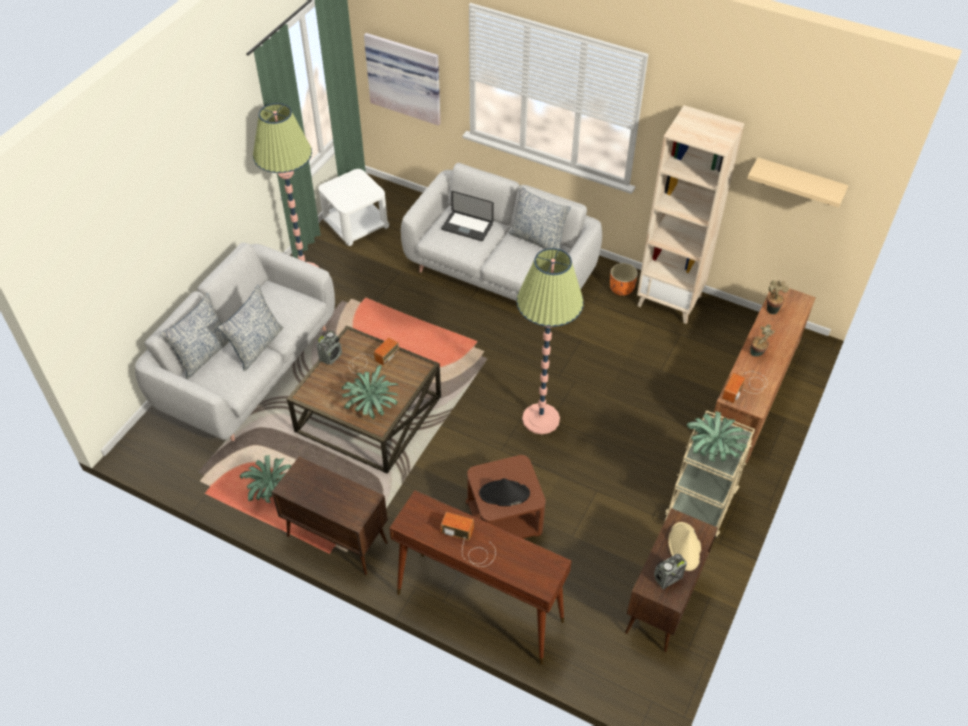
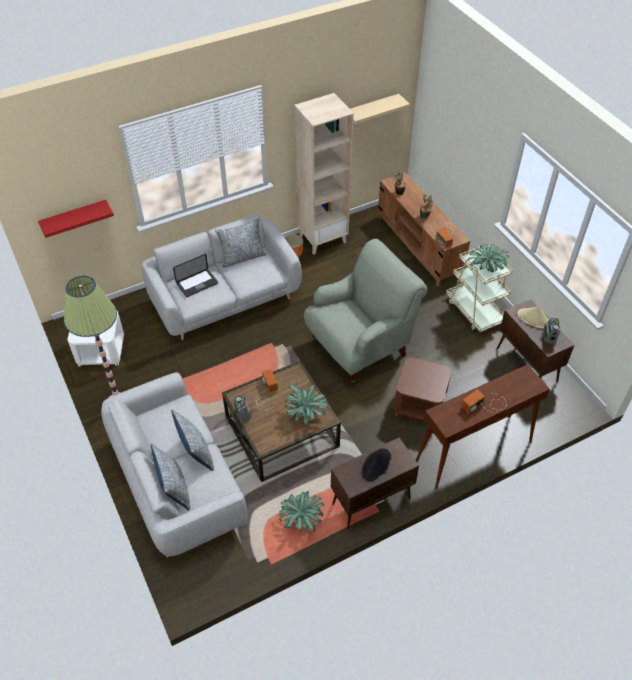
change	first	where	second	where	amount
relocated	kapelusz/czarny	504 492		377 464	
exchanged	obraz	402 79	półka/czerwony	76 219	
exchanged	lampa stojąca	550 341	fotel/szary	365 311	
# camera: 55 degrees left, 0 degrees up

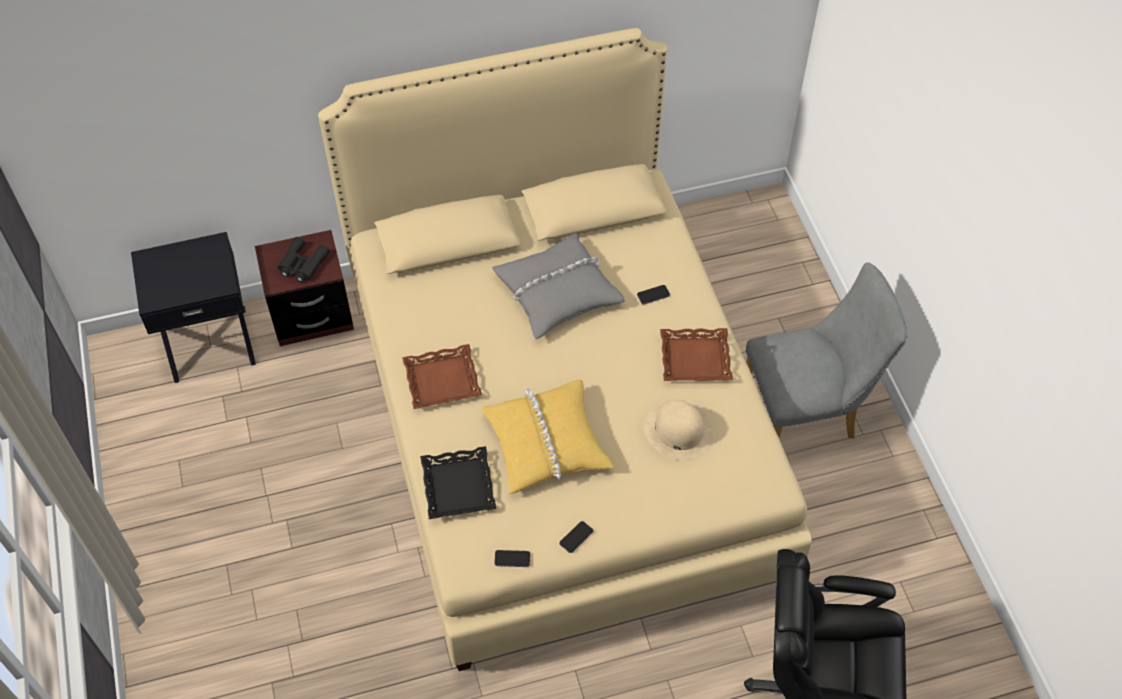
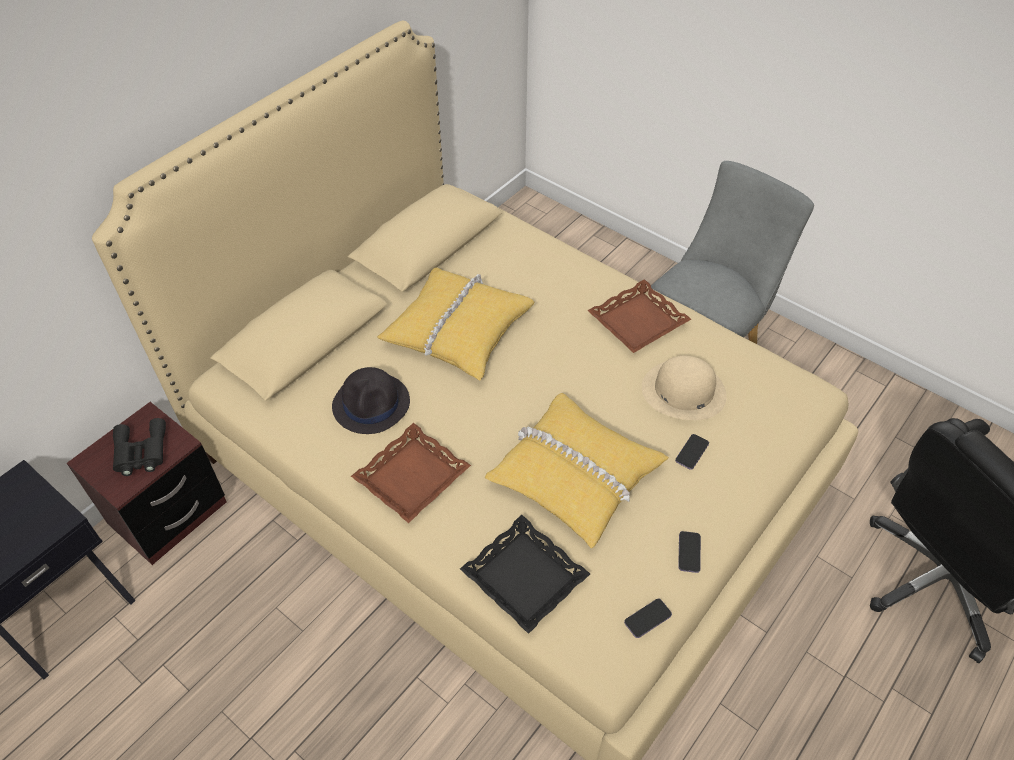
change	first	where	second	where	amount
appeared			kapelusz/czarny	371 400	
relocated	telefon	653 295		692 452	
colour	poduszka/szary	558 286	poduszka/żółty	456 324	
# camera: 35 degrees left, 5 degrees down

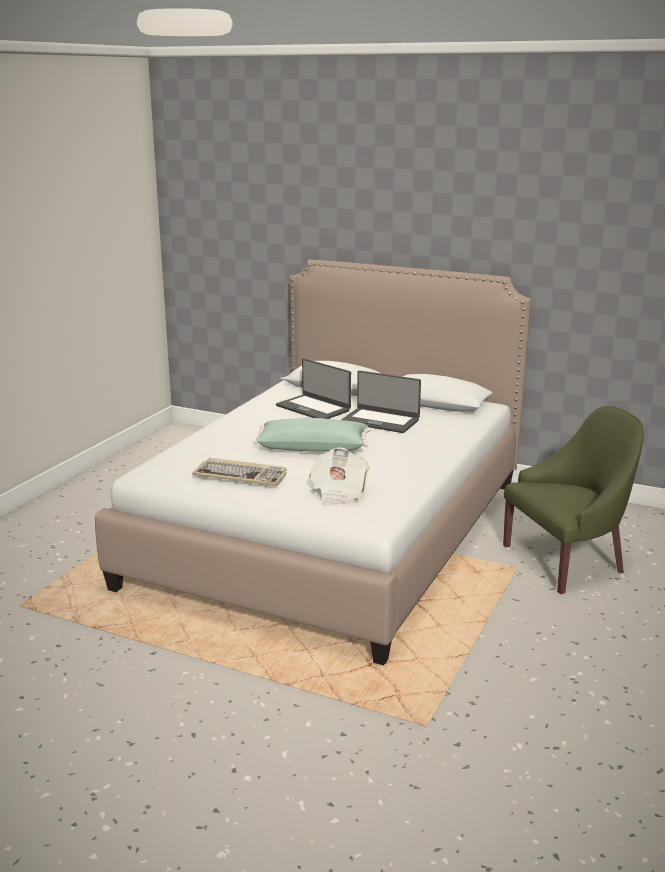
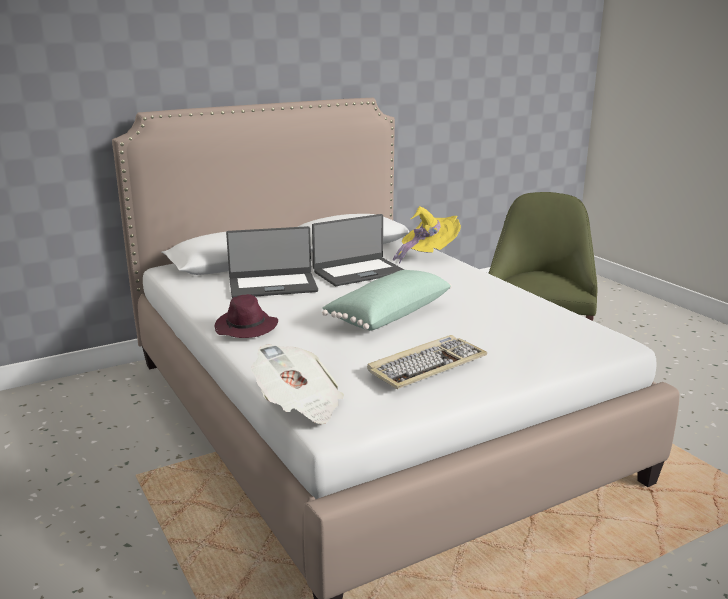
change	first	where	second	where	amount
appeared			kapelusz/fioletowy	246 316	
appeared			kapelusz/żółty	427 234	
relocated	gazeta	339 476		297 384	
# camera: 55 degrees left, 0 degrees up

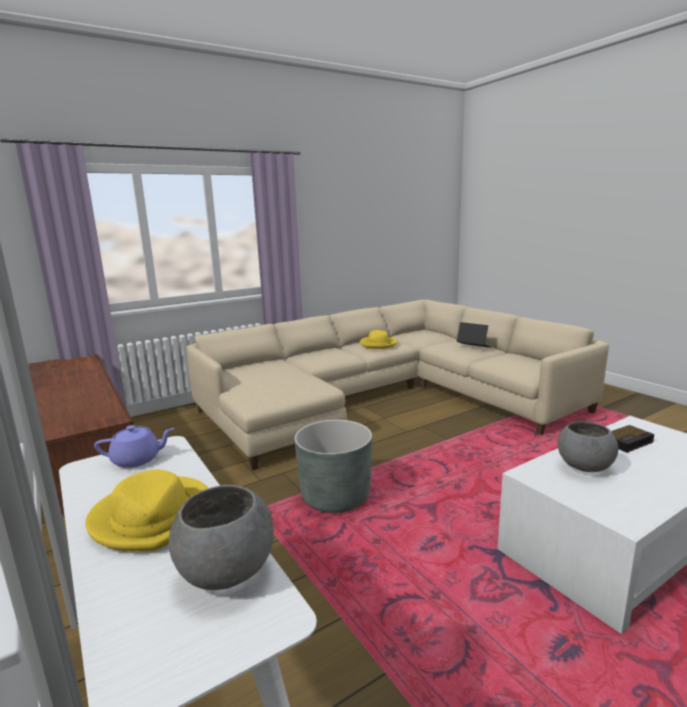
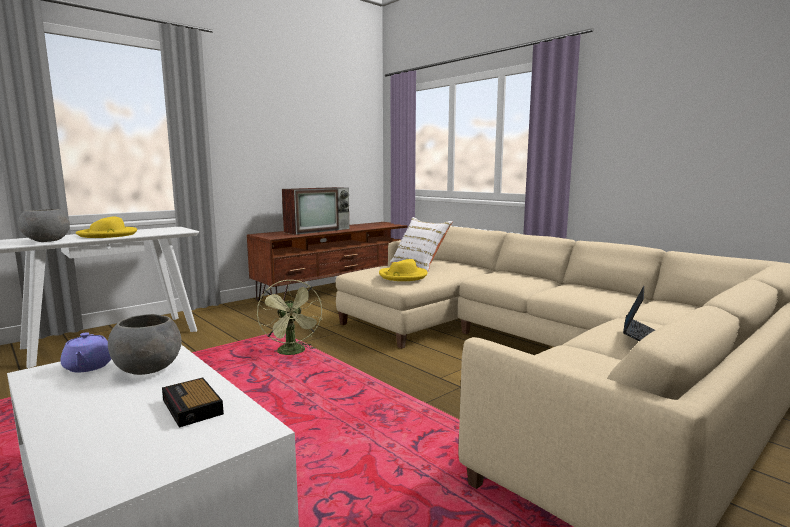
change	first	where	second	where	amount
appeared			telewizor	316 211	
appeared			poduszka/biały	421 244	
relocated	imbryk/fioletowy	134 446		85 352	
relocated	kapelusz/żółty	379 339		403 270	
exchanged	donica/szary	333 466	wentylator/zielony	289 317	
# camera: 80 degrees right, 5 degrees down

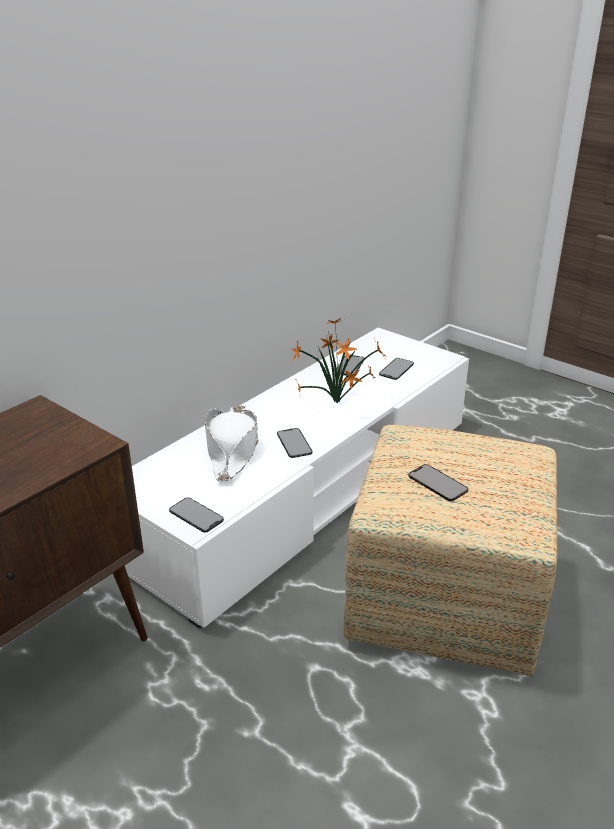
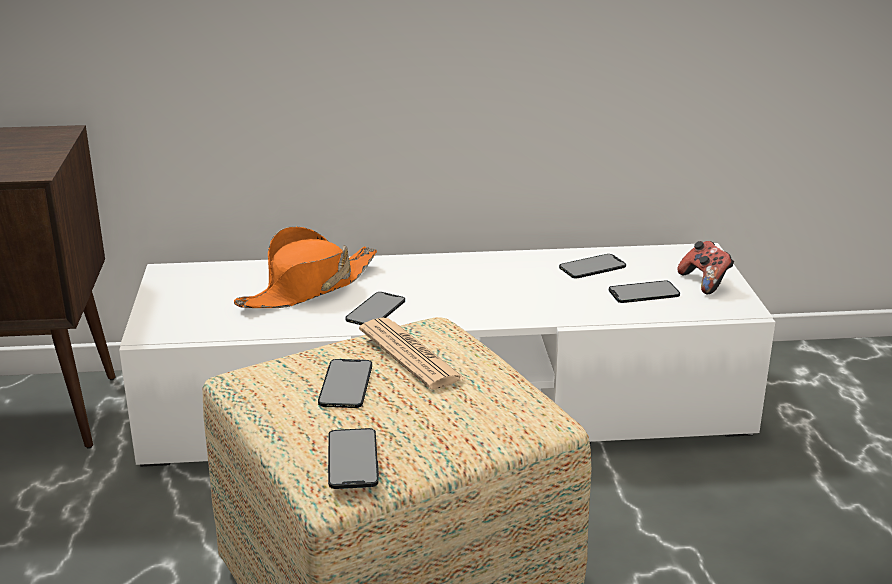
change	first	where	second	where	amount
missing	roślina doniczkowa	339 360			
appeared			gazeta	412 353	
appeared			pad do gier	705 267	
relocated	telefon	196 515		353 458	
colour	kapelusz/biały	231 443	kapelusz/pomarańczowy	305 267	
# camera: 45 degrees right, 5 degrees down

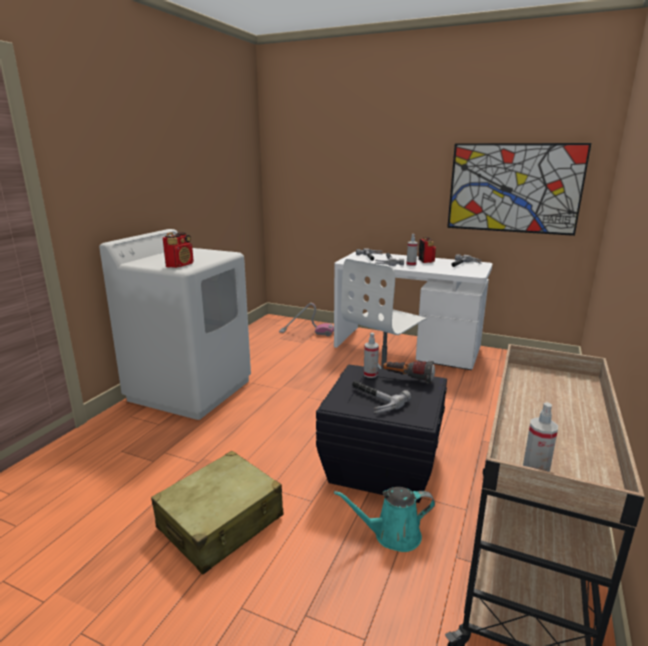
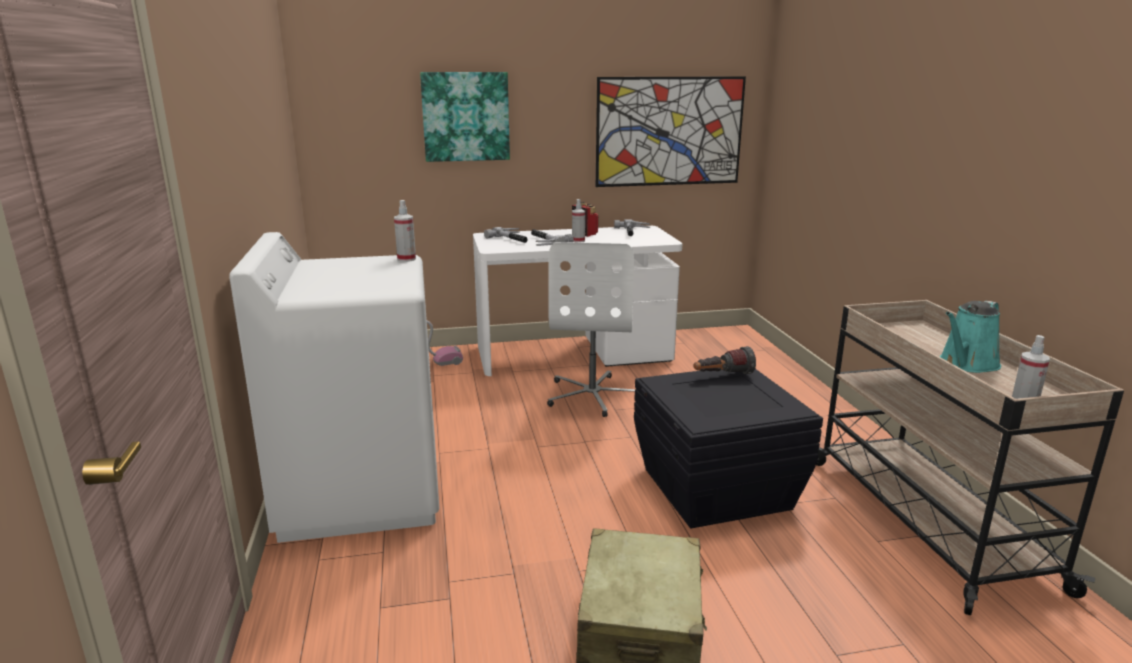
change	first	where	second	where	amount
missing	radio	178 250			
missing	młotek	381 397			
appeared			obraz	465 117	
relocated	konewka/turkusowy	384 519		970 337	
relocated	spryskiwacz	371 355		405 231	
# camera: 35 degrees left, 0 degrees up

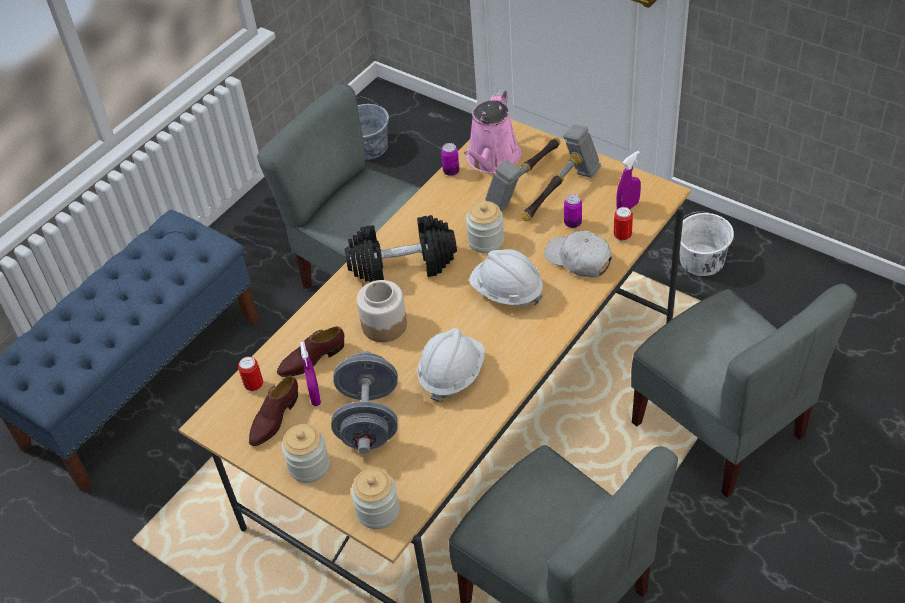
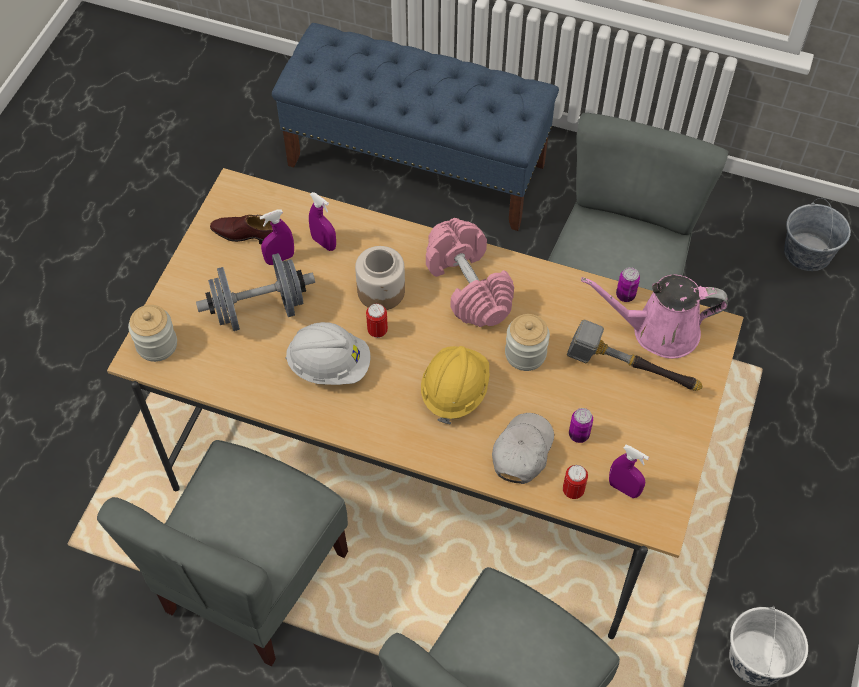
change	first	where	second	where	amount
missing	słoik	305 453			
missing	młotek	561 172			
relocated	puszka	250 374		377 320	
exchanged	but/brązowy	310 351	spryskiwacz/fioletowy	322 221	
colour	hantel/czarny	401 248	hantel/różowy	470 272	
colour	kask/biały	506 277	kask/żółty	455 385	
# camera: 70 degrees right, 10 degrees up

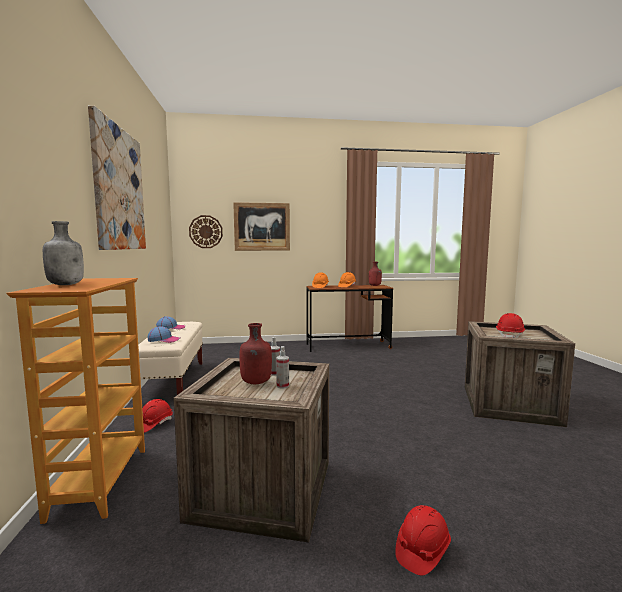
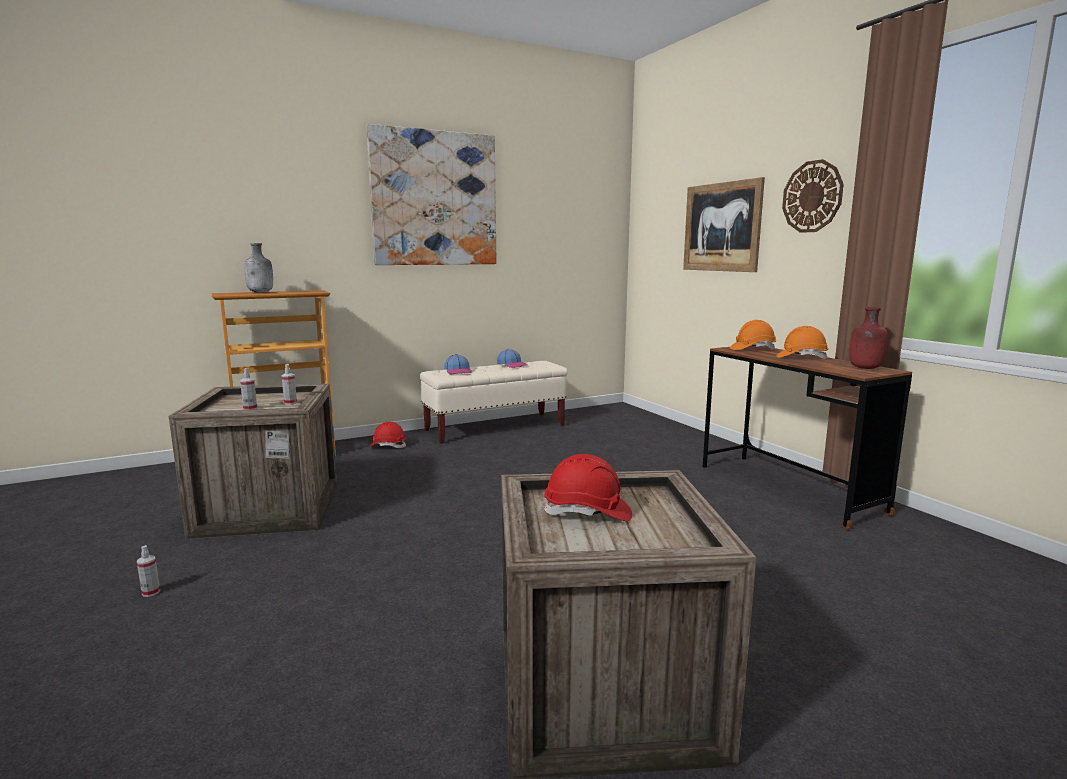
change	first	where	second	where	amount
missing	butelka/czerwony	255 353			
relocated	zegar ścienny	206 231		813 196	
exchanged	kask/czerwony	423 540	spryskiwacz	148 571	
# camera: 70 degrees right, 5 degrees up

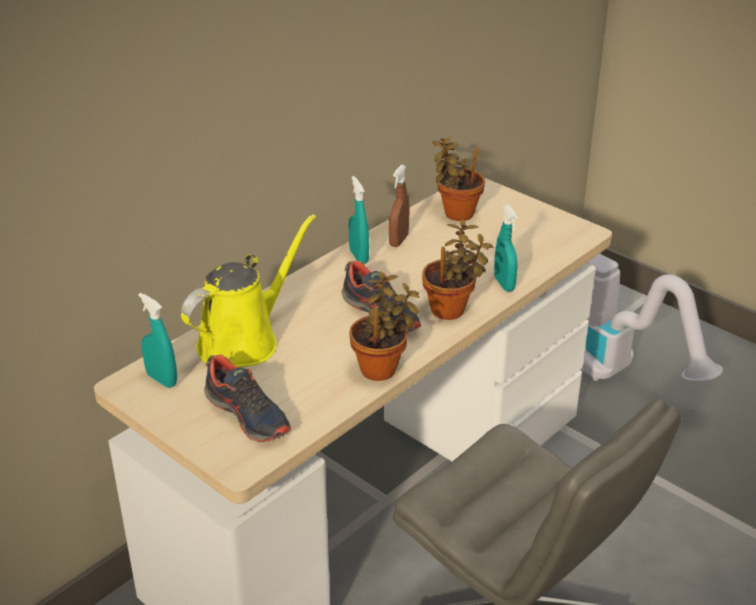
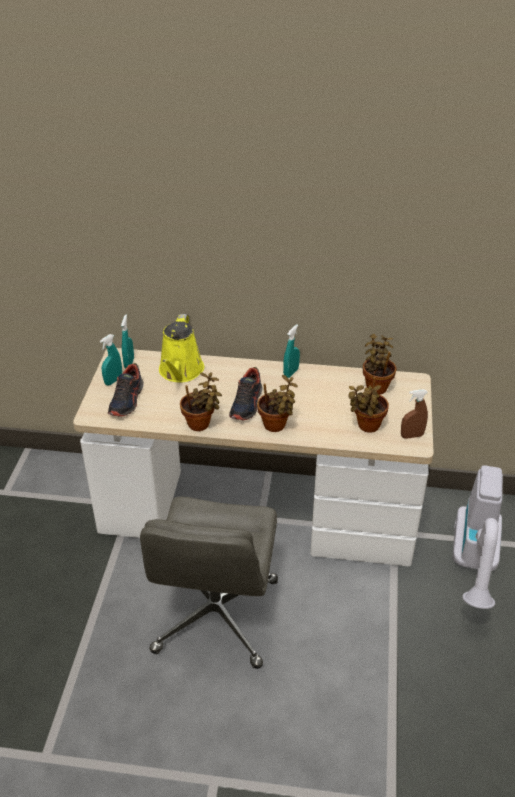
change	first	where	second	where	amount
appeared			roślina doniczkowa	369 405	
relocated	spryskiwacz/brązowy	399 206		414 414	
relocated	spryskiwacz/turkusowy	506 248		111 359	
spun	konewka/żółty	248 290		181 348	90 degrees clockwise
# camera: 55 degrees right, 5 degrees up

